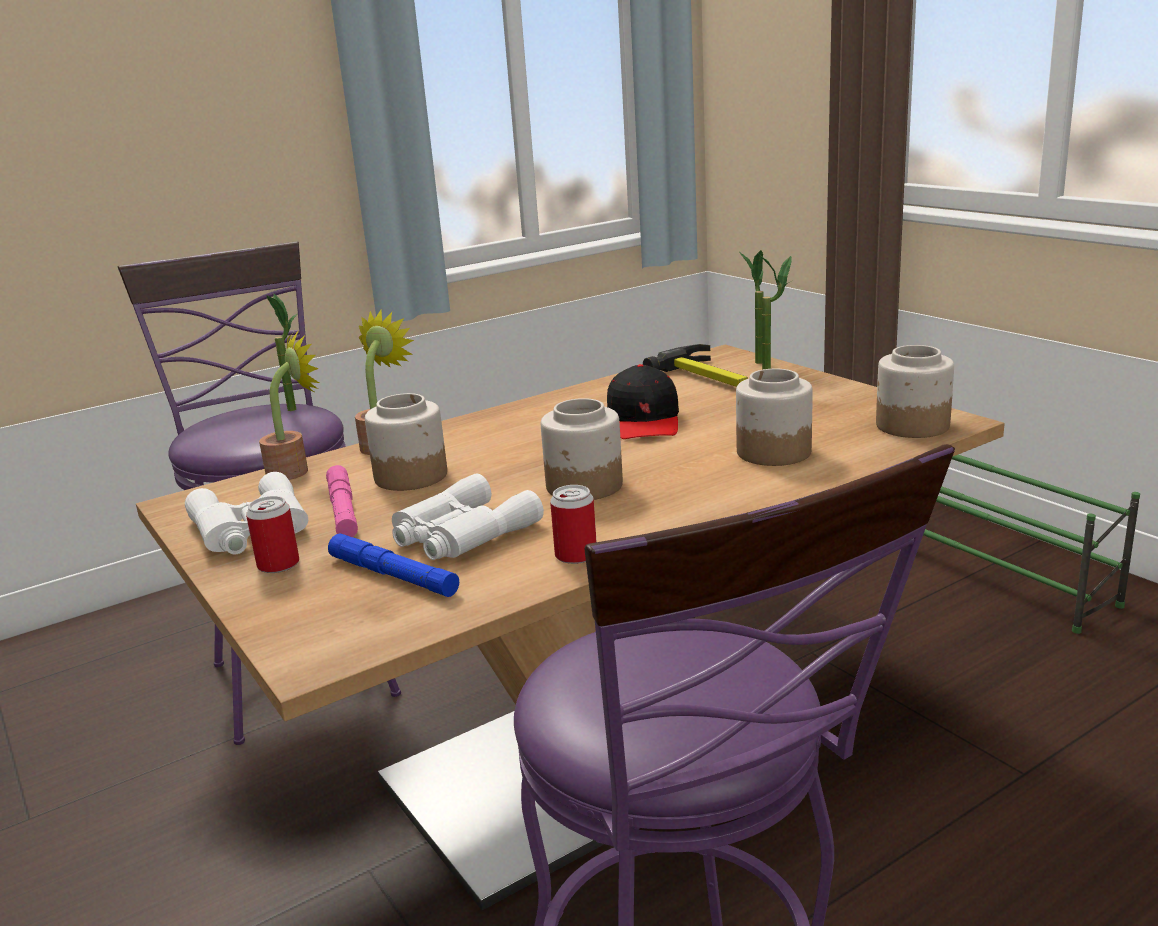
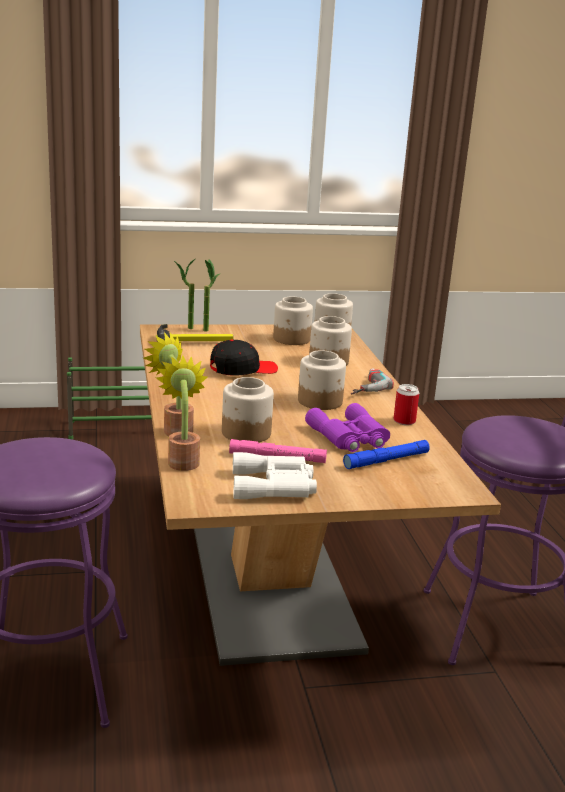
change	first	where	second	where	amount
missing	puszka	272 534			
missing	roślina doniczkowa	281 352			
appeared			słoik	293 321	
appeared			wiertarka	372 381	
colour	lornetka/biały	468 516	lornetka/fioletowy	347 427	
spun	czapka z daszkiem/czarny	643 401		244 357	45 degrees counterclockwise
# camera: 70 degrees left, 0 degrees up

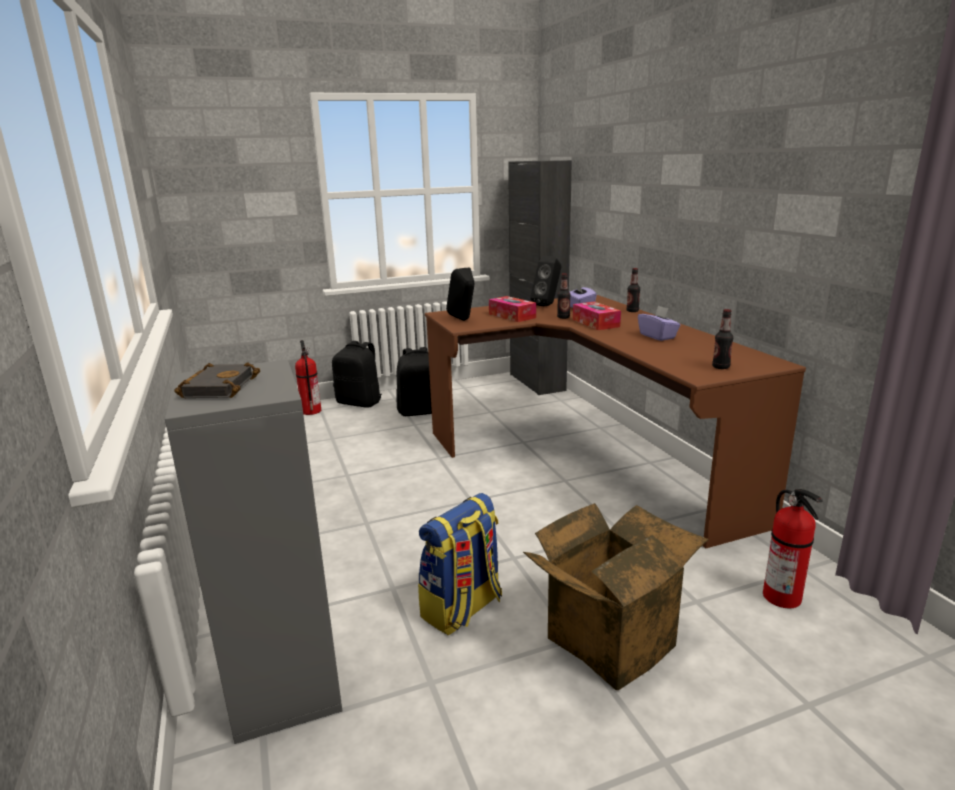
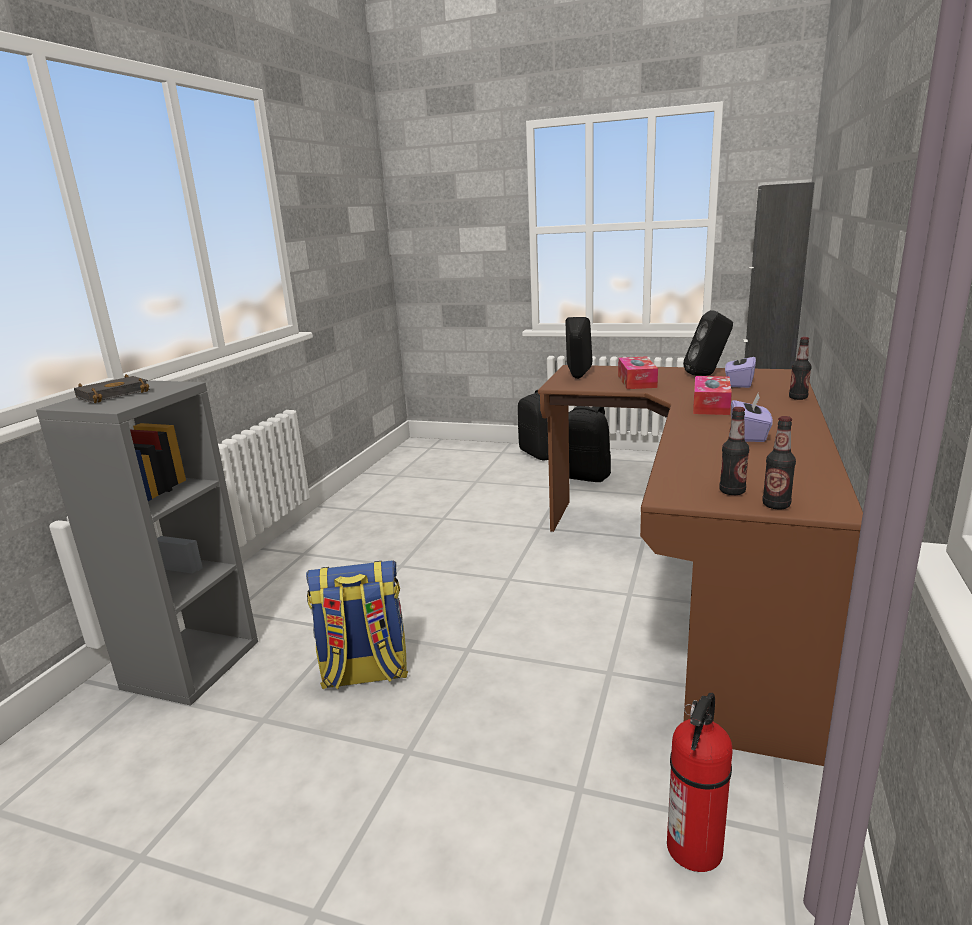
change	first	where	second	where	amount
missing	gaśnica	308 377			
missing	karton	616 596			
relocated	butelka	564 296		779 462	
# camera: 40 degrees right, 0 degrees up

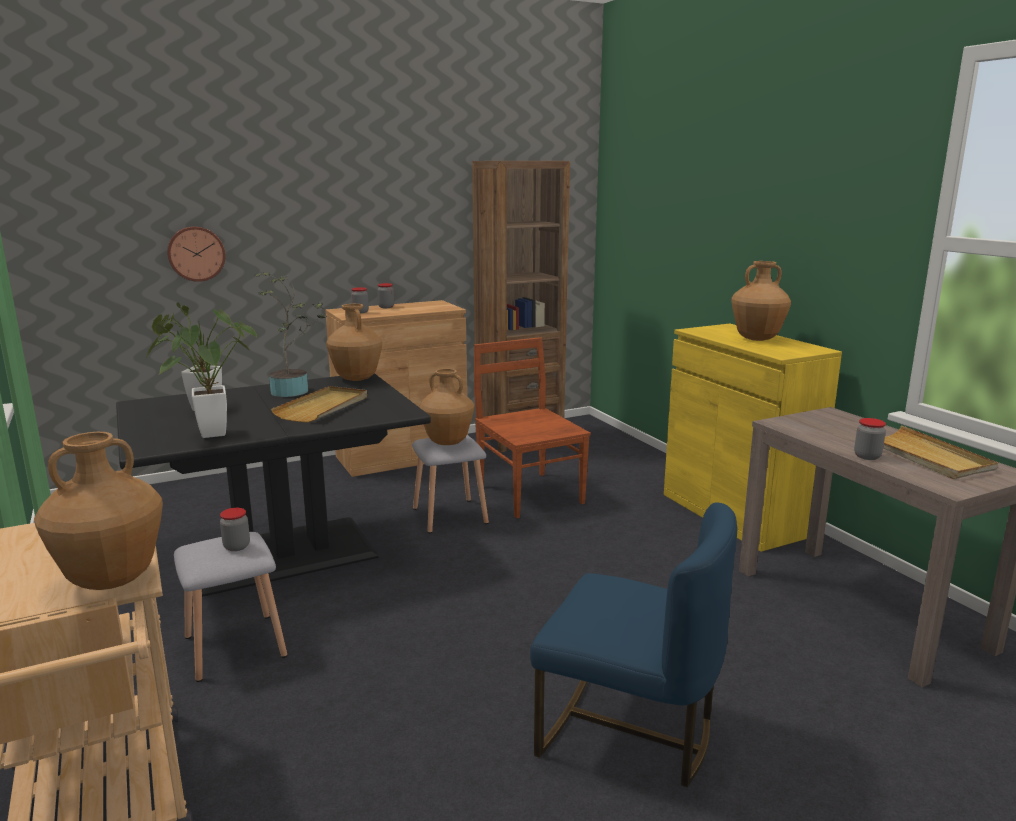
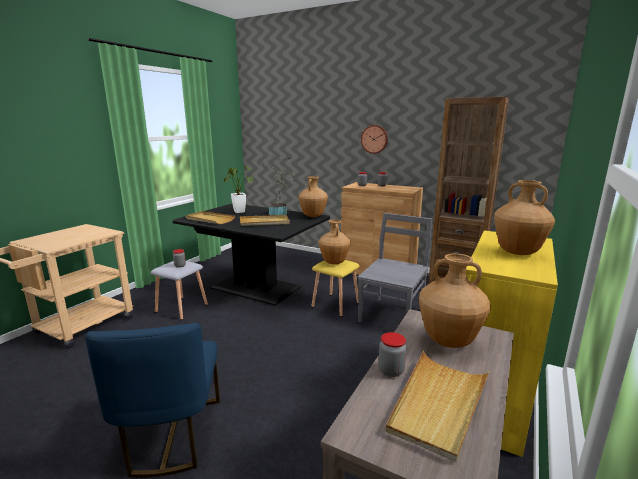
change	first	where	second	where	amount
relocated	wazon/brązowy	98 511		455 300	
relocated	zegar ścienny	196 254		374 139	
exchanged	roślina doniczkowa	202 379	taca/beżowy	210 217	
colour	stołek/szary	450 484	stołek/żółty	335 288	
colour	krzesło/brązowy	532 427	krzesło/szary	395 267	
# camera: 55 degrees right, 0 degrees up

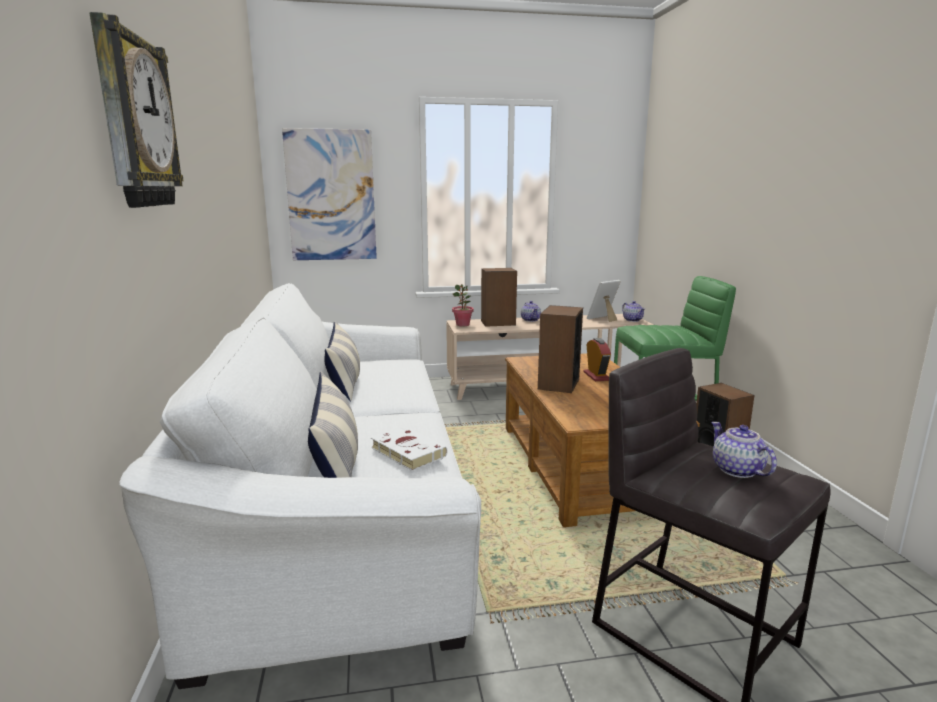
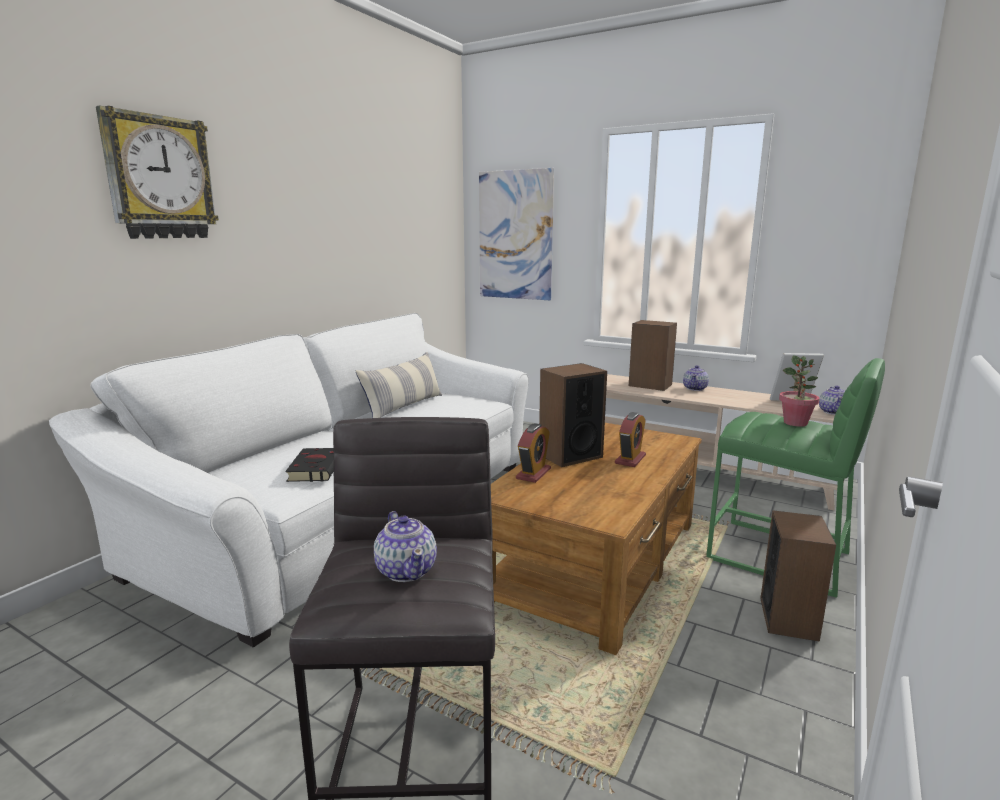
change	first	where	second	where	amount
missing	poduszka	333 424			
appeared			budzik	533 453	
relocated	roślina doniczkowa	463 305		799 391	
colour	książka/biały	409 449	książka/czarny	309 465	
spun	imbryk	744 450		405 546	135 degrees clockwise
# camera: 40 degrees right, 0 degrees up

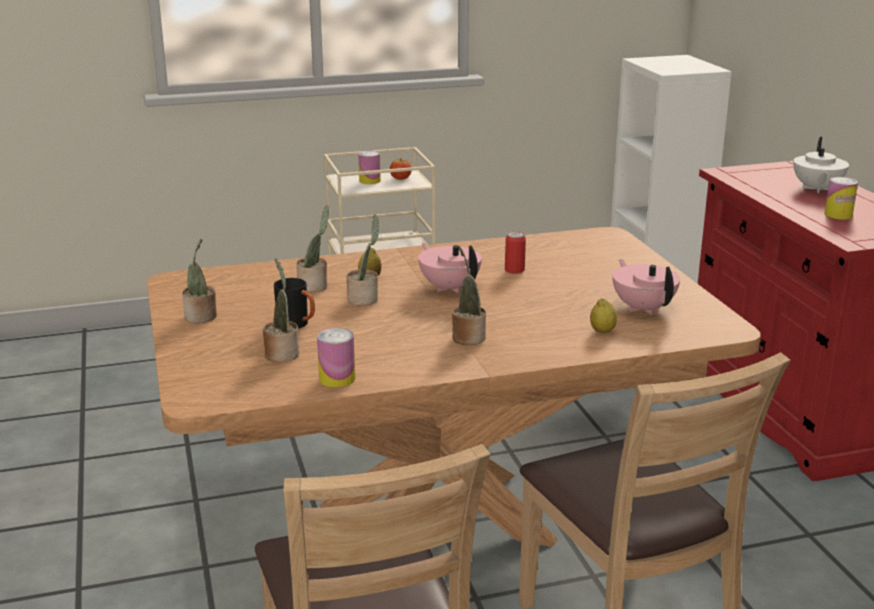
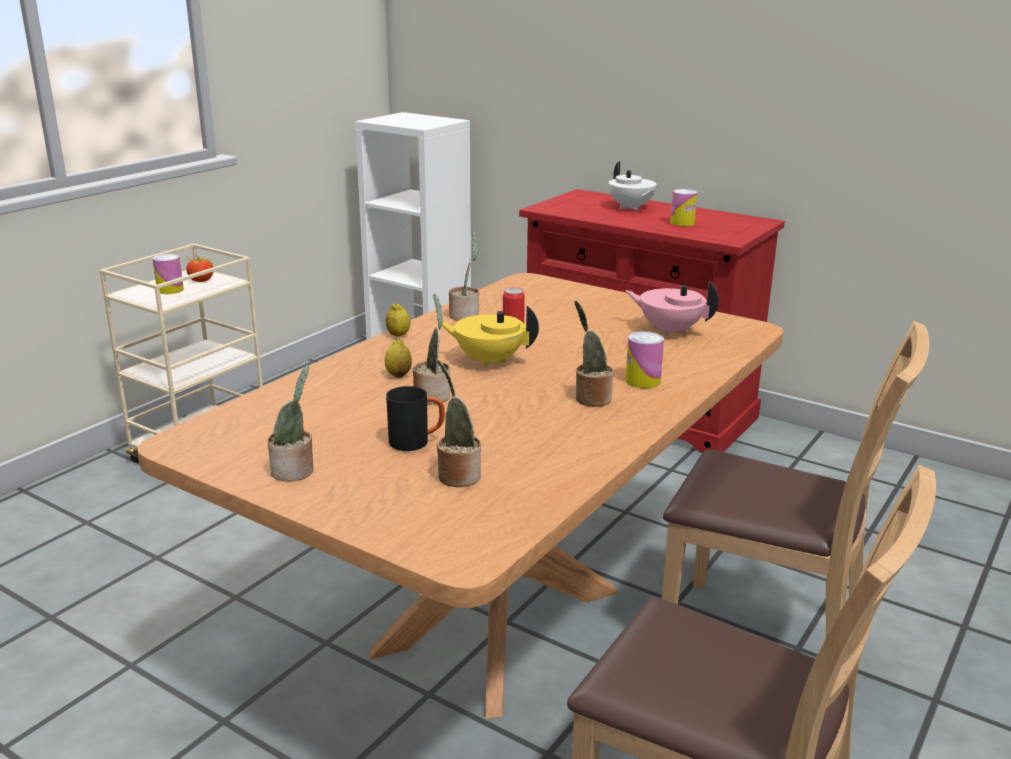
change	first	where	second	where	amount
relocated	roślina doniczkowa	312 249		464 276	
relocated	puszka	336 358		644 359	
relocated	cytryna	603 316		398 319	
colour	imbryk/różowy	450 268	imbryk/żółty	488 337	
# camera: 40 degrees left, 0 degrees up

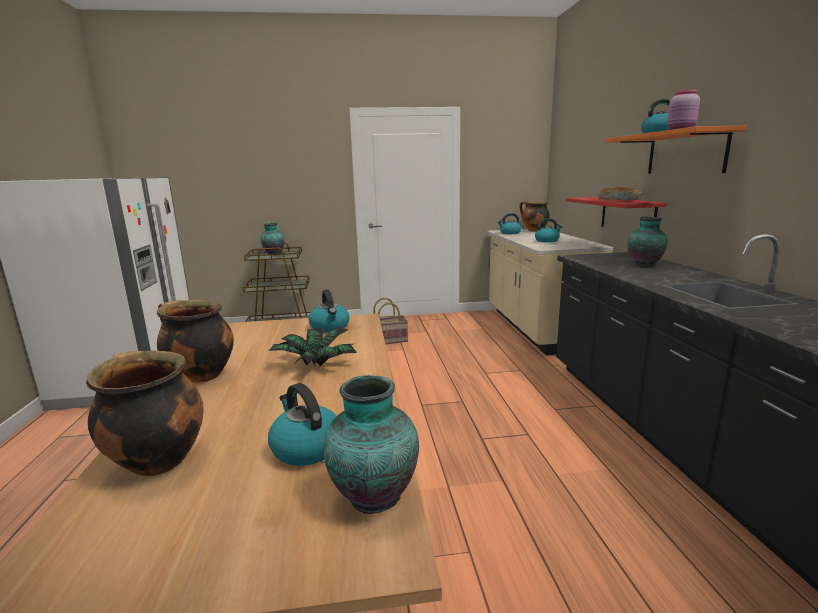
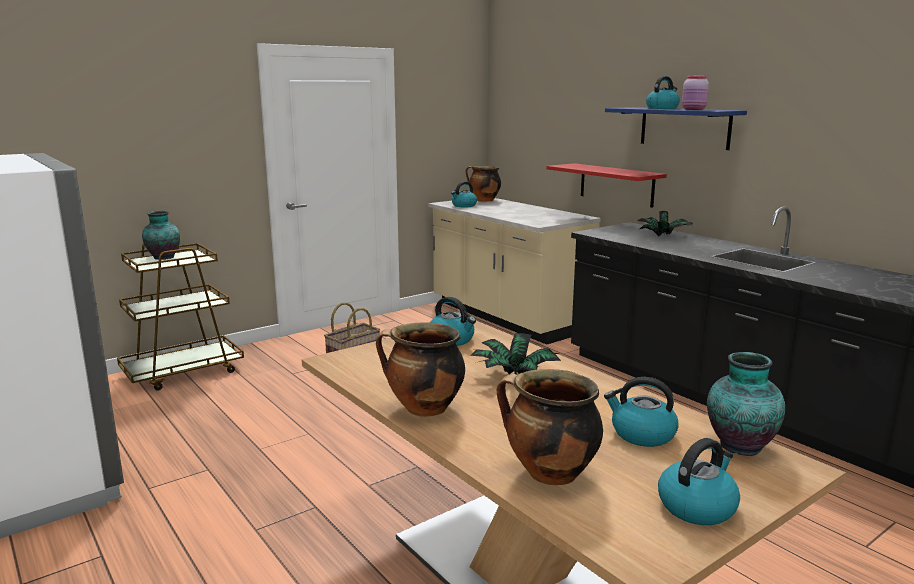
change	first	where	second	where	amount
missing	chleb	620 193			
relocated	czajnik	548 230		699 481	
exchanged	wazon	648 242	roślina doniczkowa	665 223	
colour	półka/pomarańczowy	676 149	półka/niebieski	676 128	
# camera: 30 degrees left, 0 degrees up

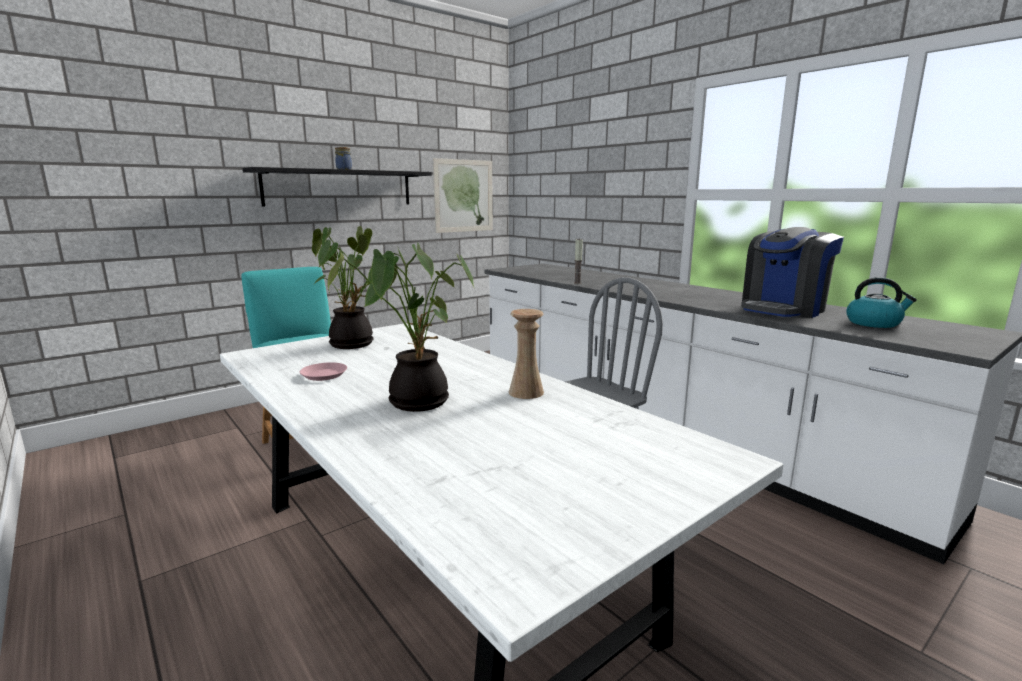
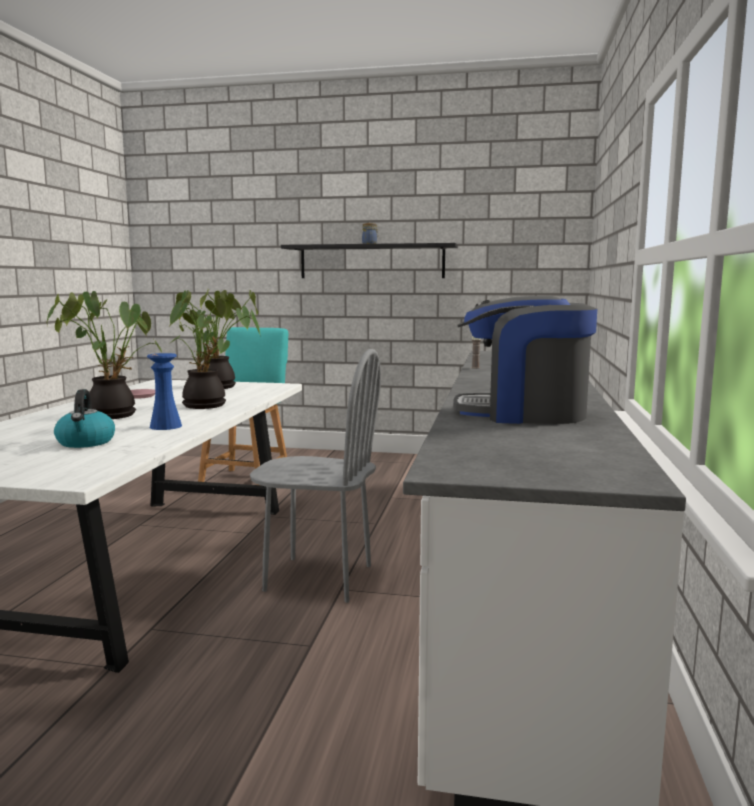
change	first	where	second	where	amount
missing	obraz	463 195			
appeared			roślina doniczkowa	215 349	
relocated	czajnik	881 302		84 418	
colour	wazon/beżowy	526 354	wazon/niebieski	164 391	
# camera: 50 degrees right, 5 degrees down

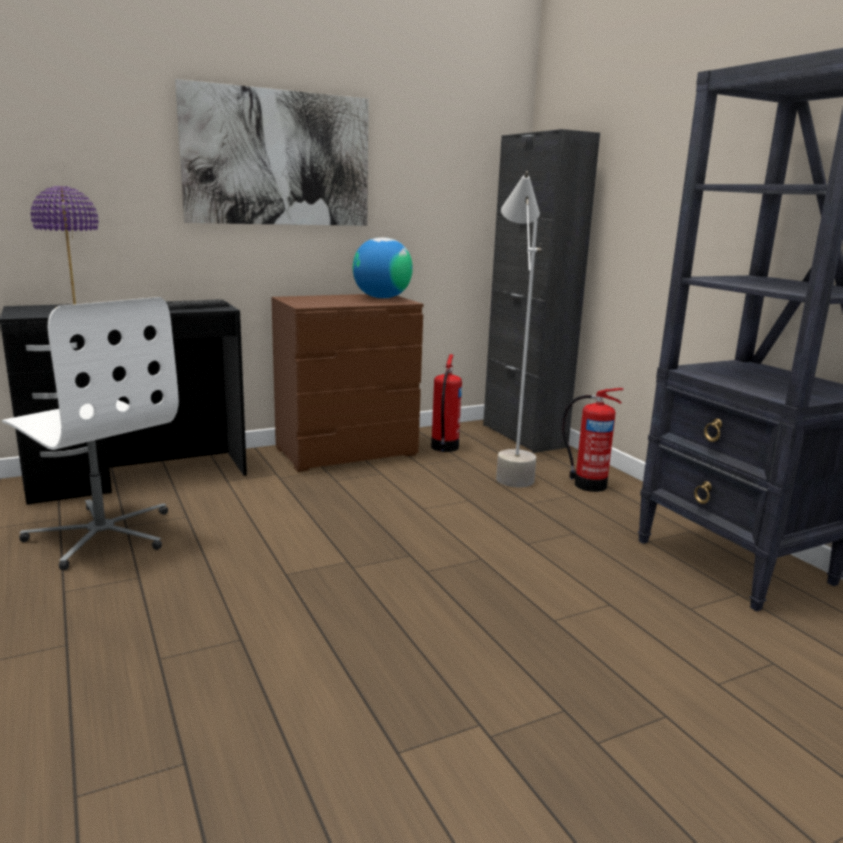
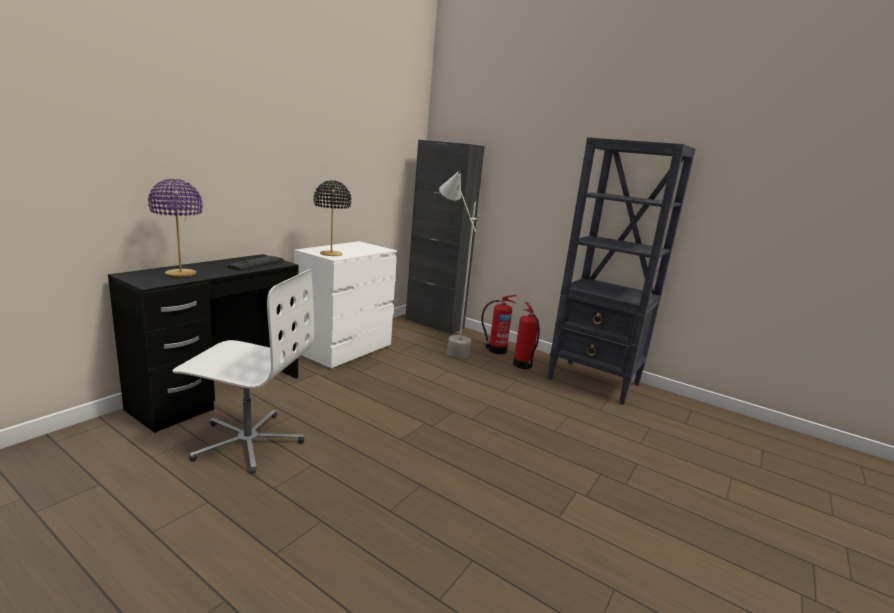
change	first	where	second	where	amount
missing	obraz	272 152			
missing	globus	383 267			
appeared			lampa stołowa/czarny	332 218	
relocated	gaśnica	446 403		526 335	
colour	komoda/brązowy	348 383	komoda/biały	345 305	
# camera: 30 degrees left, 0 degrees up

